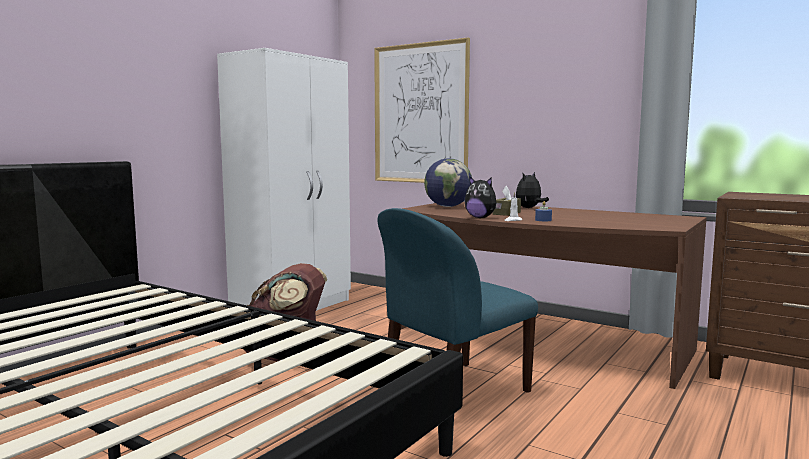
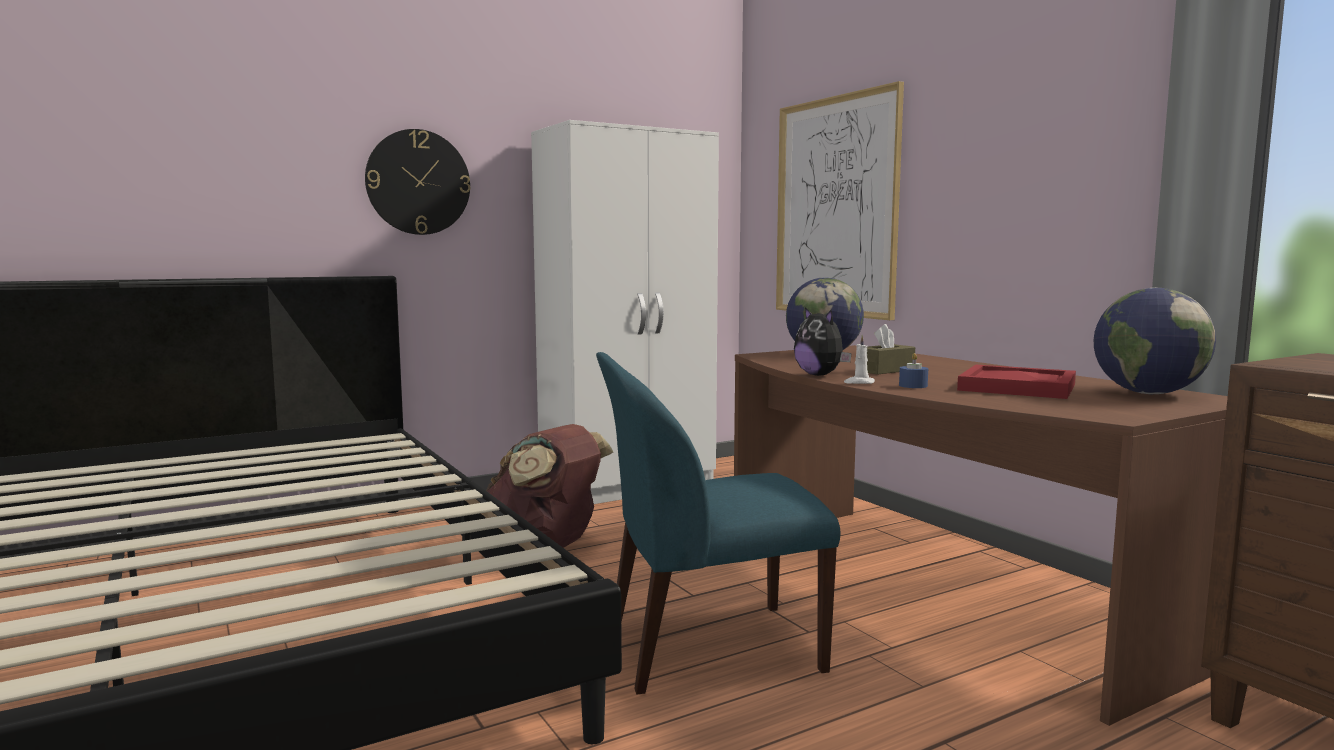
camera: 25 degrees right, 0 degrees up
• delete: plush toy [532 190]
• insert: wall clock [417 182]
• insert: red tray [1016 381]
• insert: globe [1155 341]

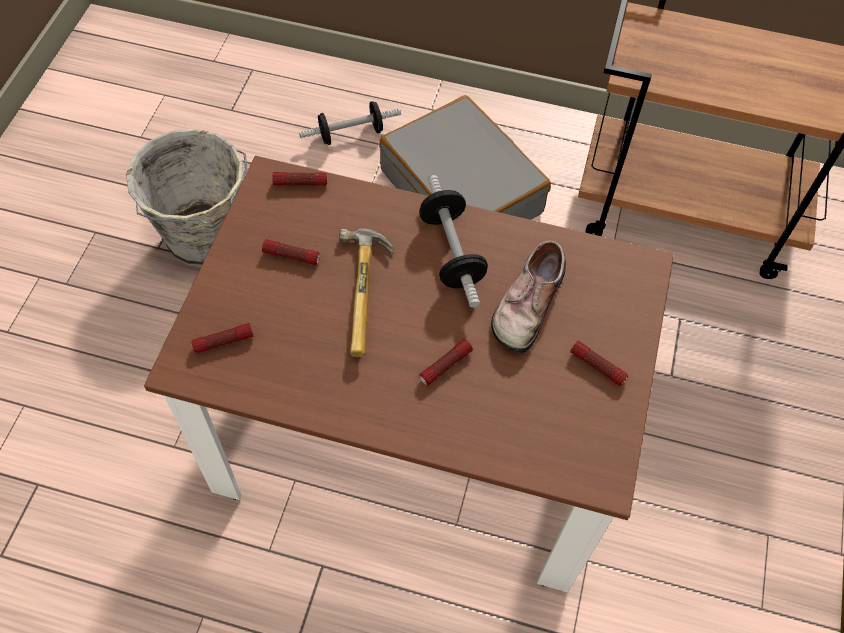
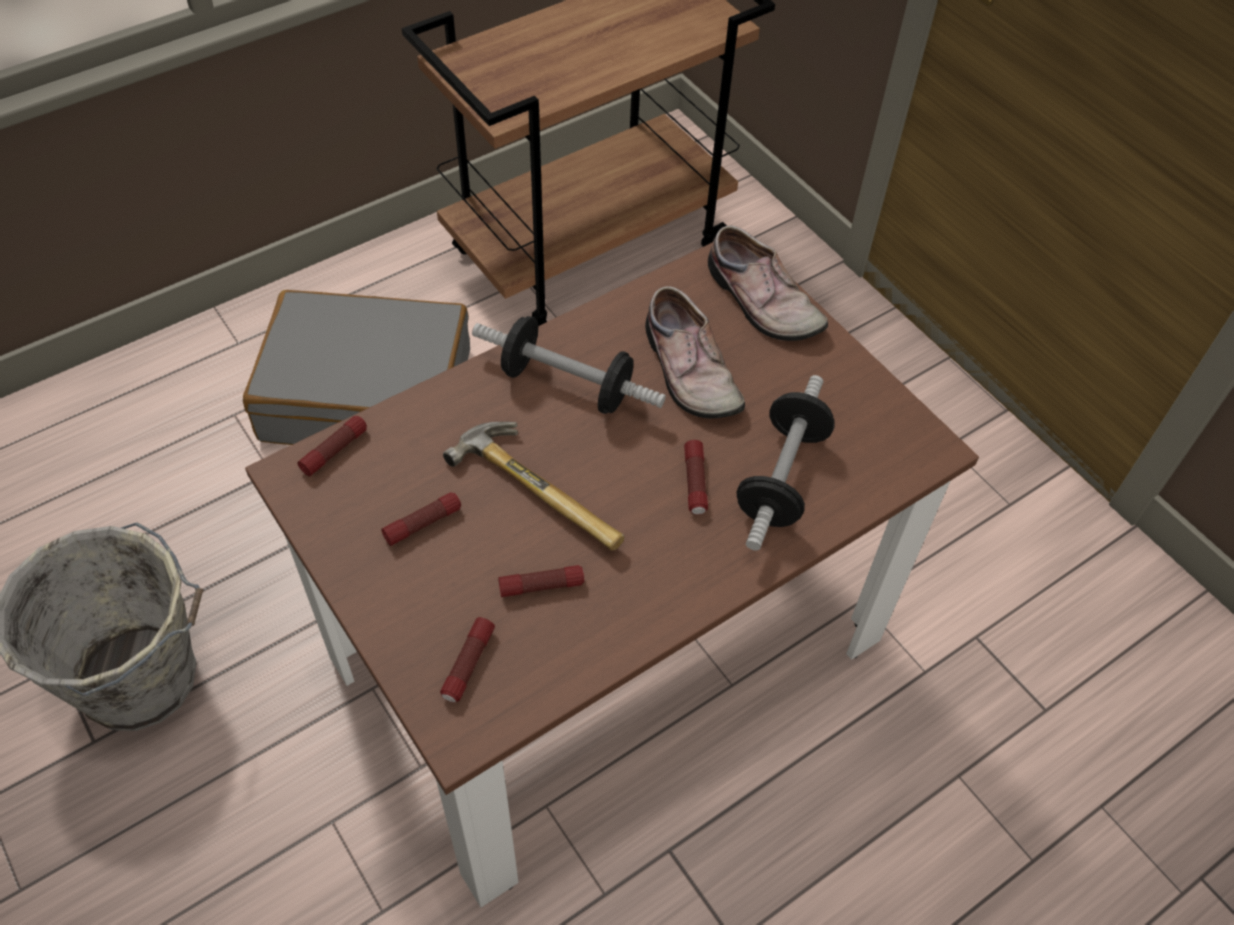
camera: 50 degrees left, 5 degrees down
• insert: shoe [768 283]
• move: dumbbell [350 123] to [786 463]
• move: flashlight [599 363] to [541 581]

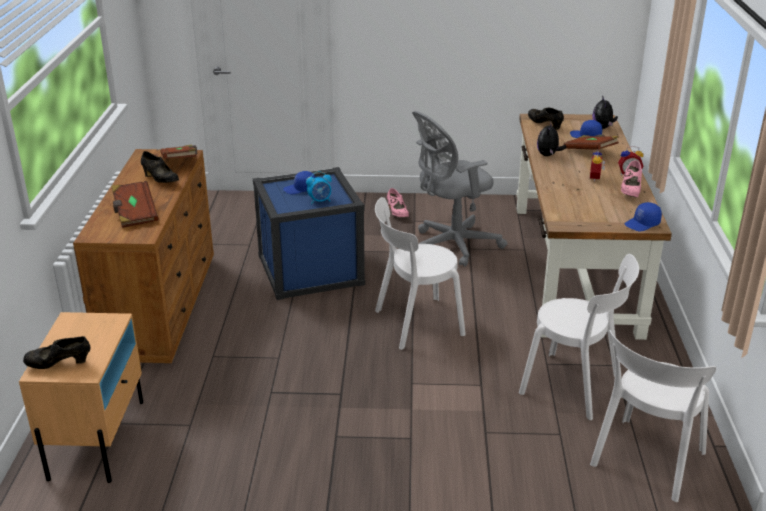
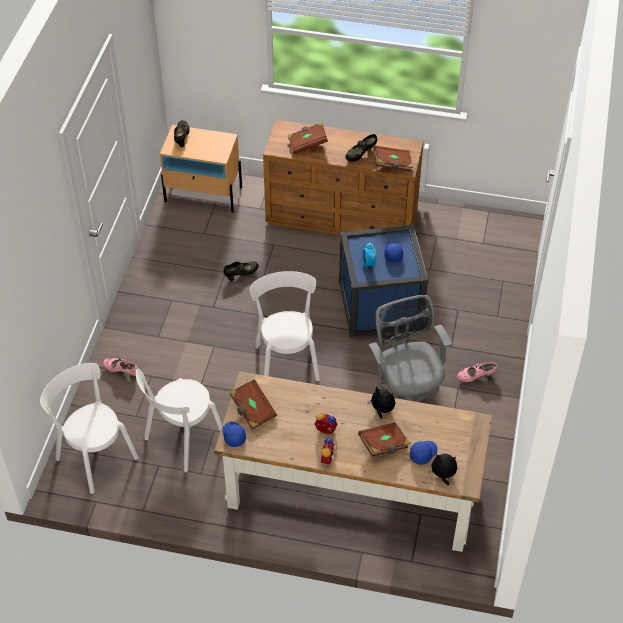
camera: 100 degrees right, 20 degrees up
• insert: brown book [253 404]
• move: black shoe [546 118] to [241 271]
• move: pink shoe [631 178] to [120 367]

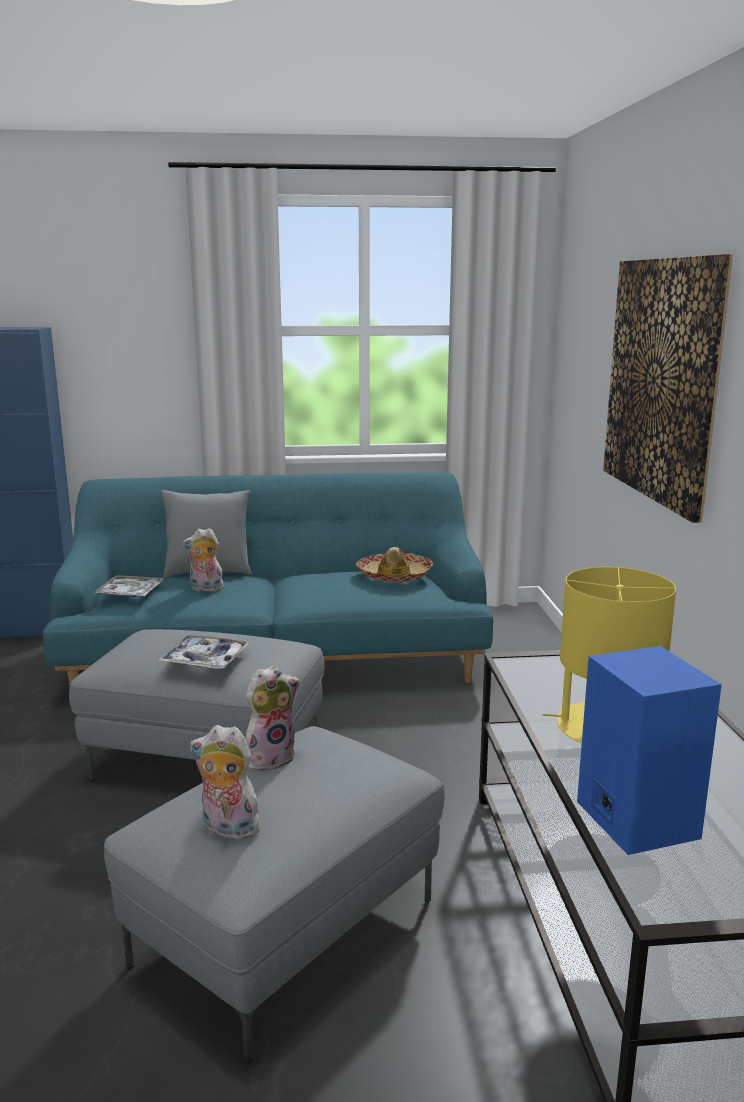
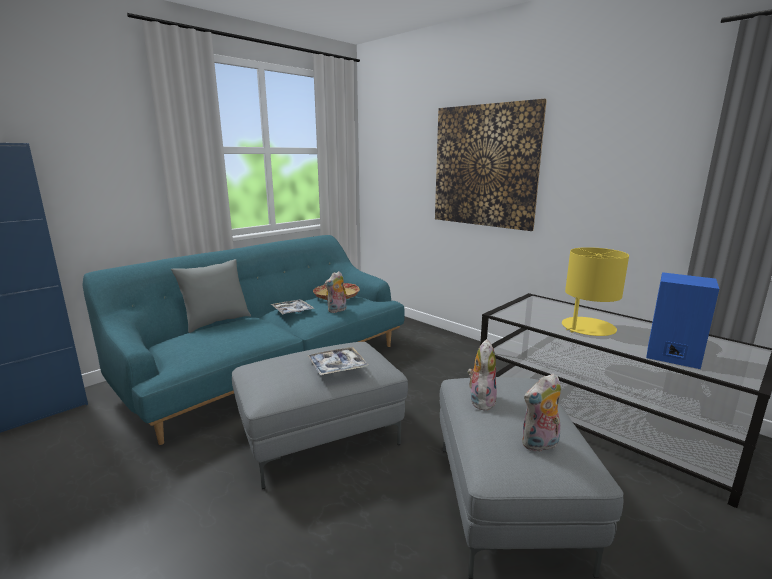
camera: 40 degrees left, 0 degrees up
• move: tray [128 586] to [293 306]
• move: plush toy [203 560] to [335 292]

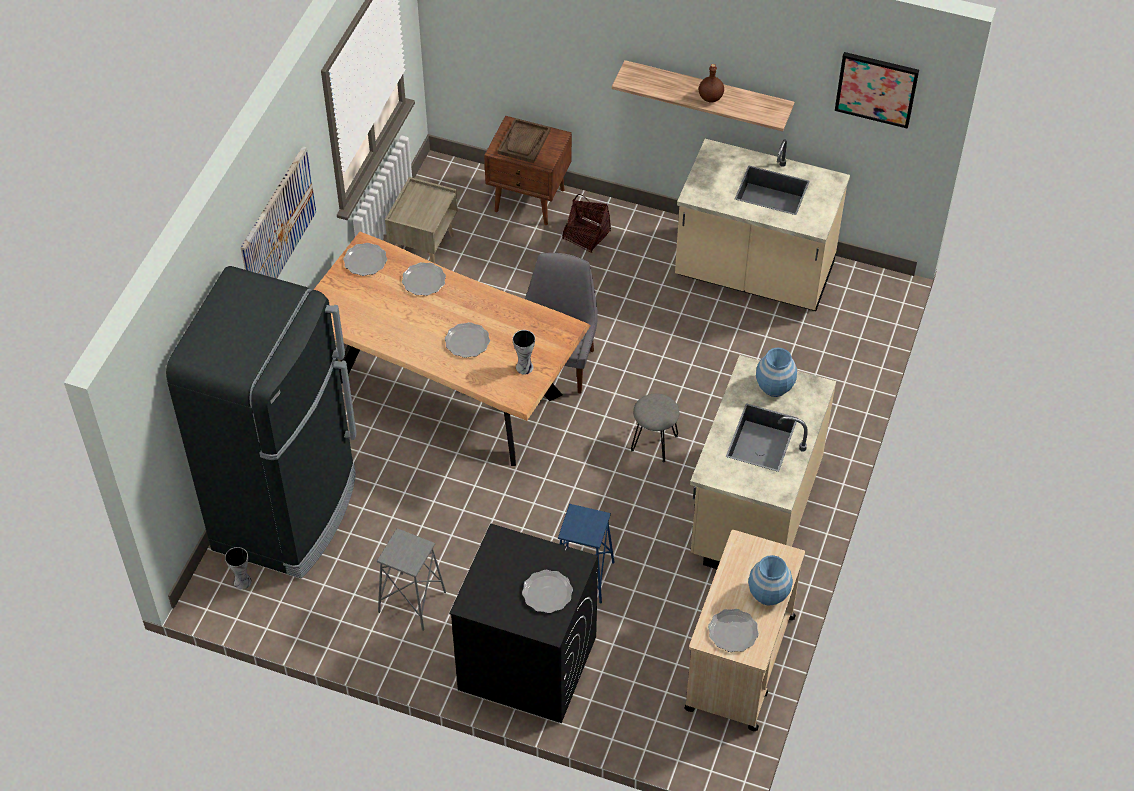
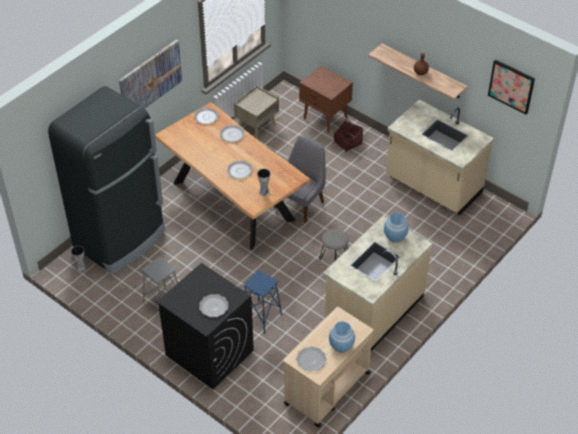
camera: 20 degrees right, 5 degrees down
• delete: brown tray [524 140]

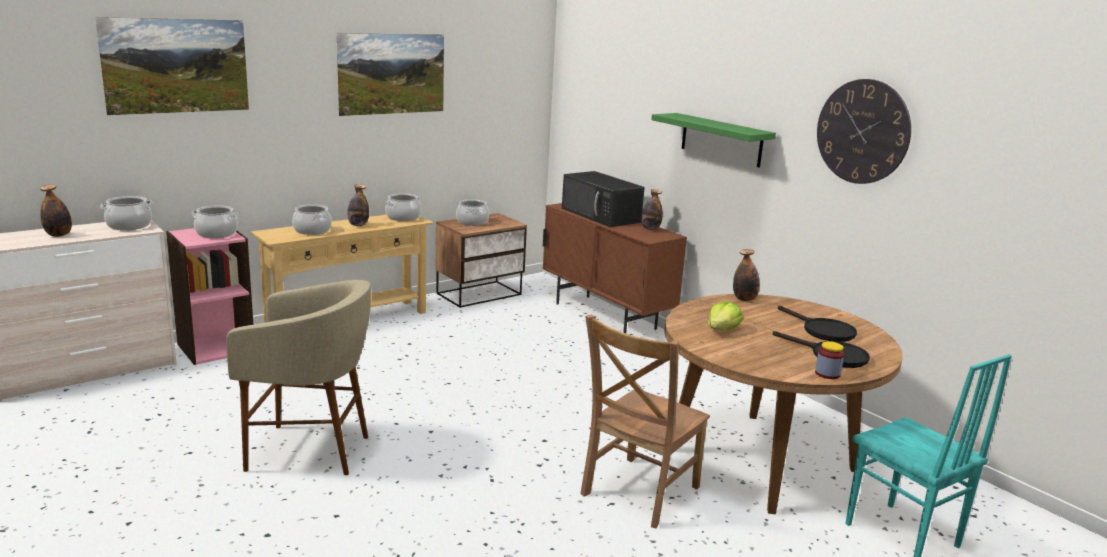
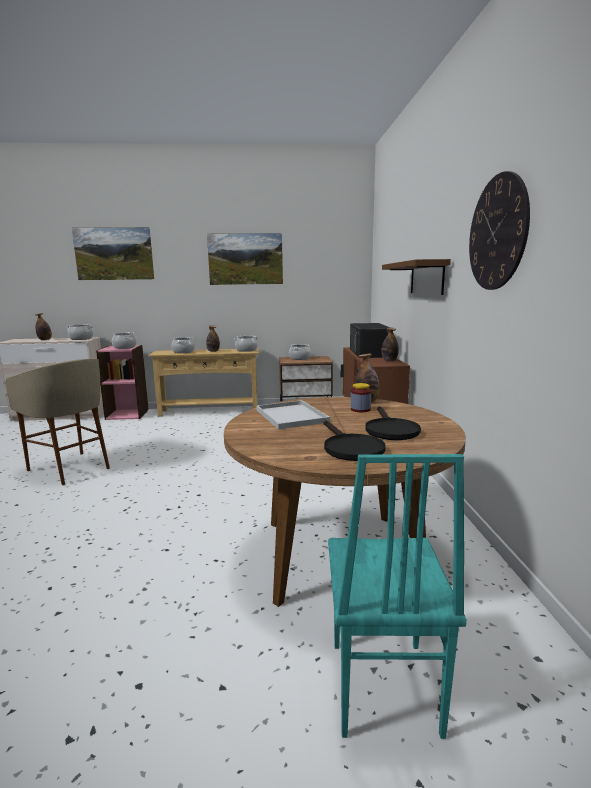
camera: 35 degrees right, 5 degrees down
• delete: brown chair [645 421]
• move: jar [829 360] to [361 397]
• replace: lettuce [725 316] to white tray [293 415]
• recolor: green shelf [713 140] to brown shelf [416 277]

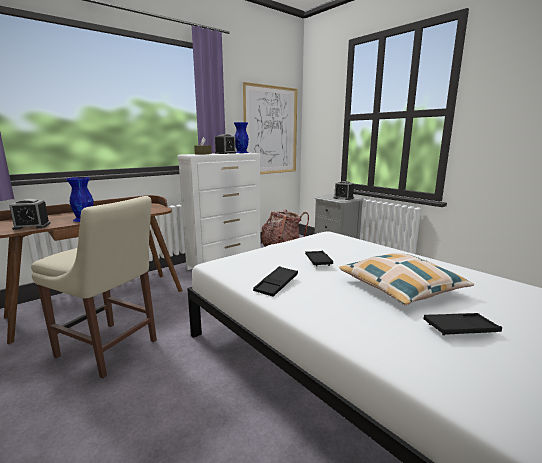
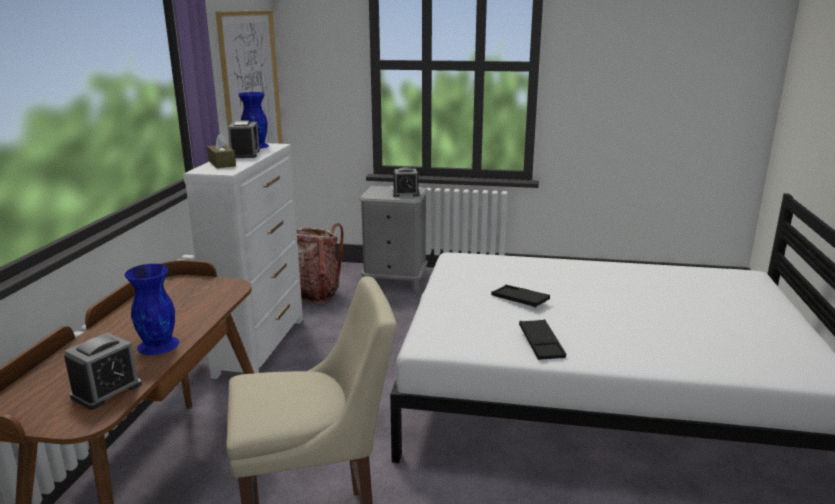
camera: 40 degrees left, 5 degrees up
• delete: pillow [406 279]
• delete: black tray [463 324]

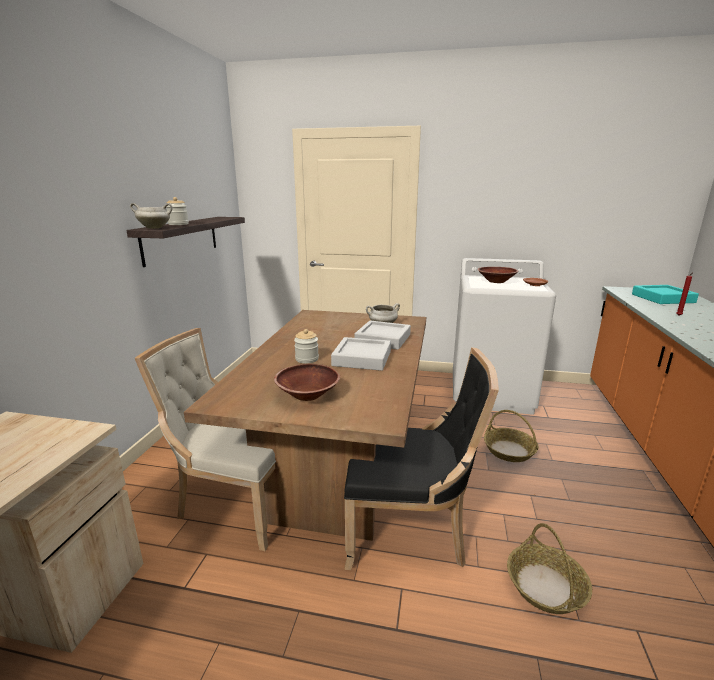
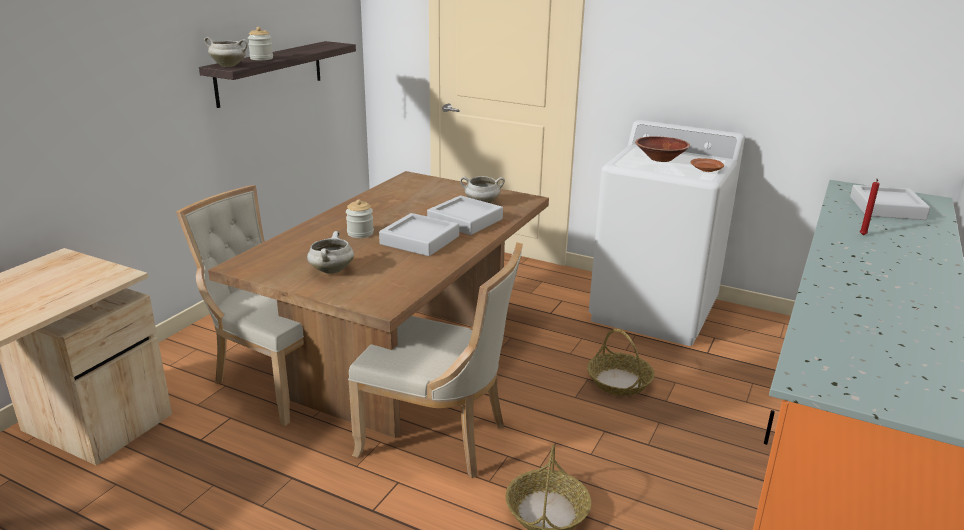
camera: 15 degrees right, 5 degrees up
• replace: brown bowl [307 382] to white cooking pot [330 252]
• recolor: black chair [421 458] to beige chair [435 360]
• recolor: turquoise tray [665 294] to grey tray [890 202]

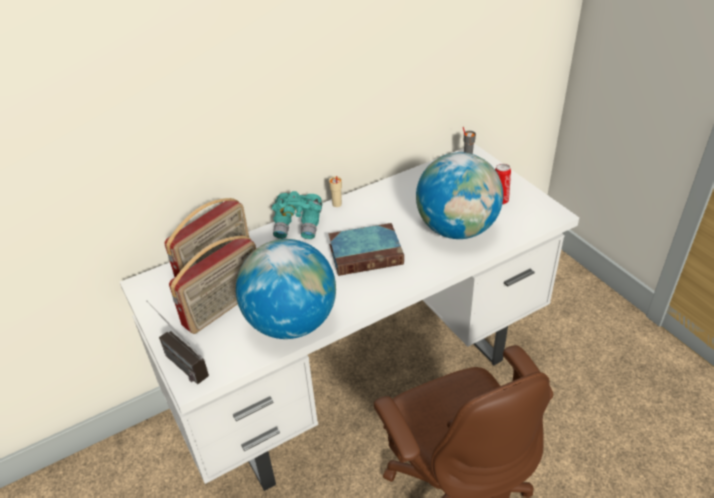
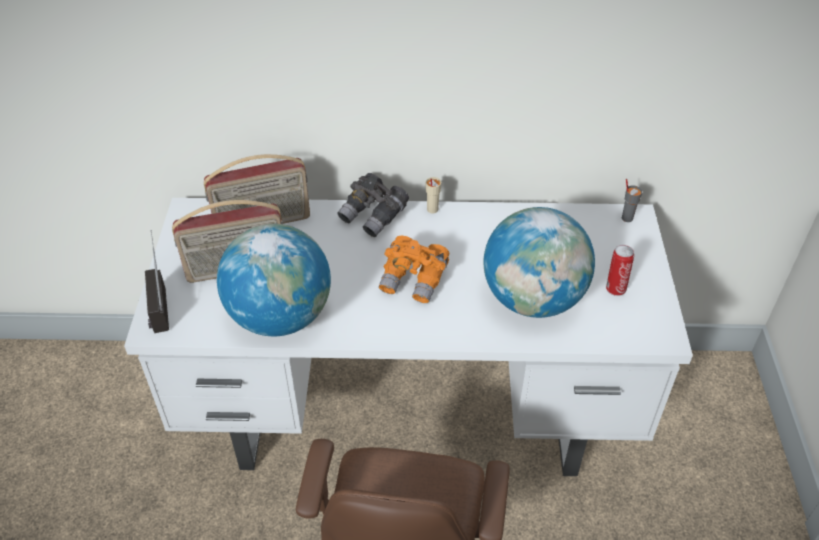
camera: 30 degrees right, 5 degrees up
• replace: book [366 249] to orange binoculars [414 269]
• recolor: turquoise binoculars [297 215] to grey binoculars [373 205]

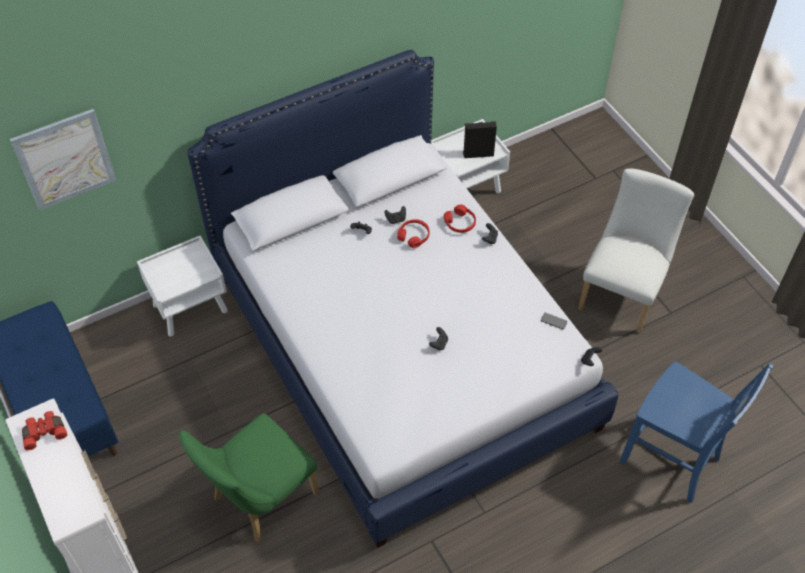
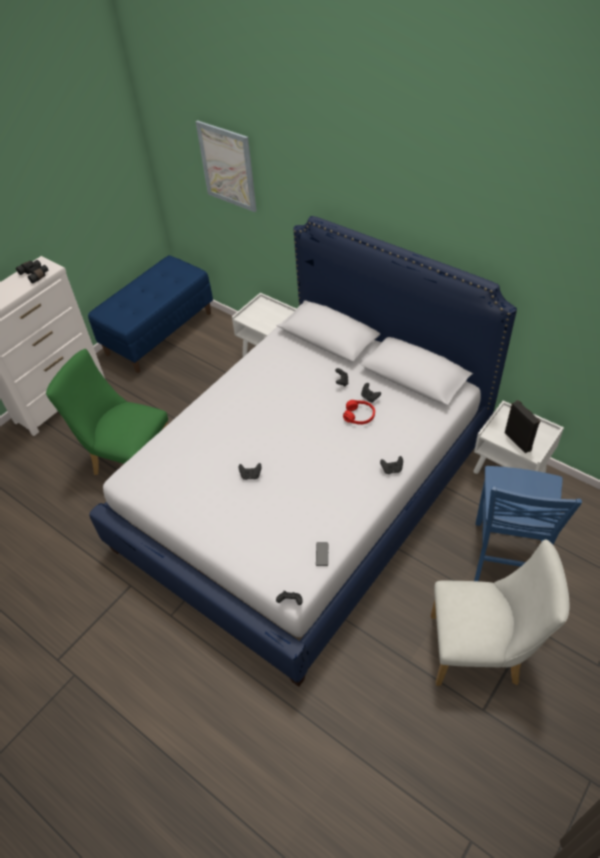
camera: 70 degrees right, 5 degrees down
• delete: red headphones [460 219]
• move: blue chair [696 432] to [528 523]
• recolor: red binoculars [44 431] to black binoculars [32 272]

